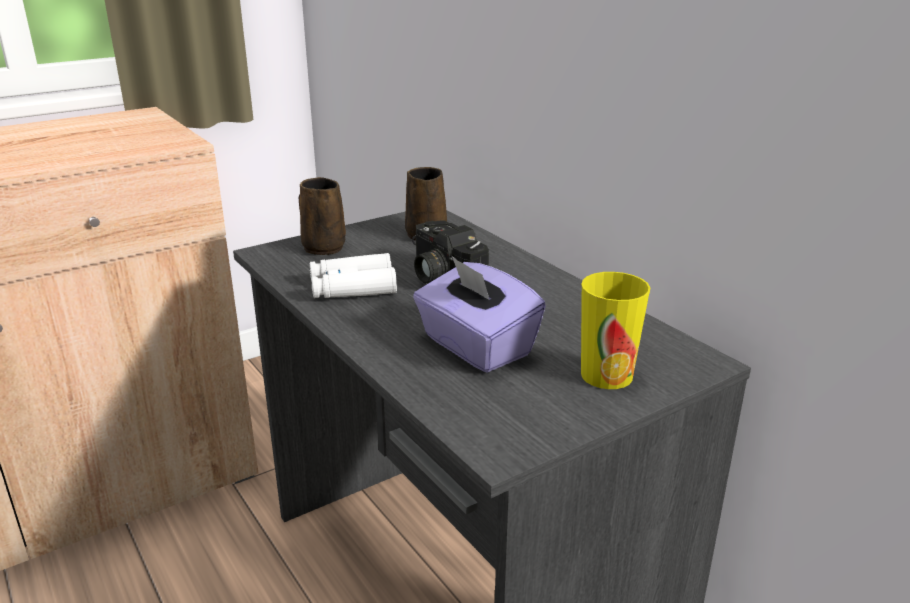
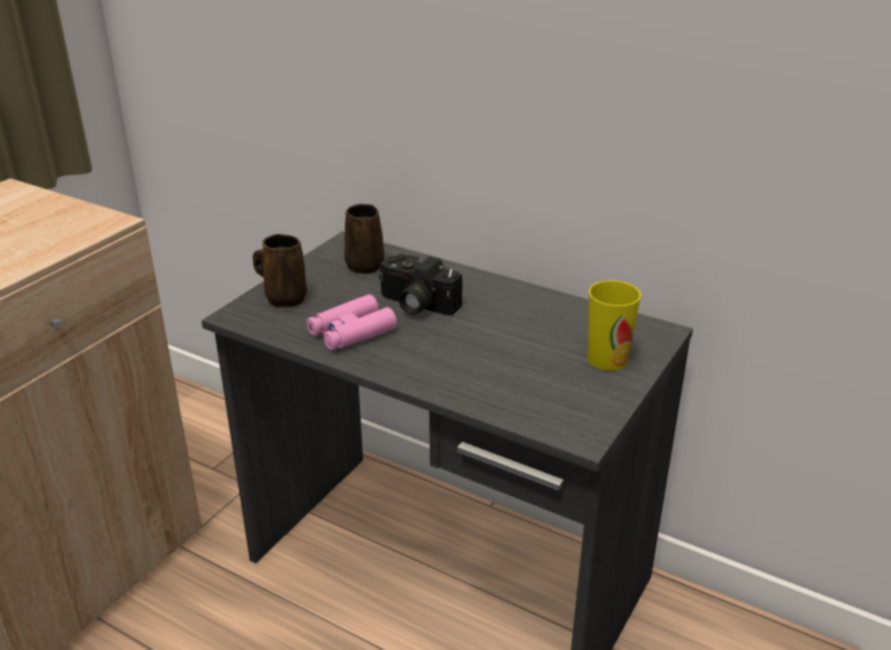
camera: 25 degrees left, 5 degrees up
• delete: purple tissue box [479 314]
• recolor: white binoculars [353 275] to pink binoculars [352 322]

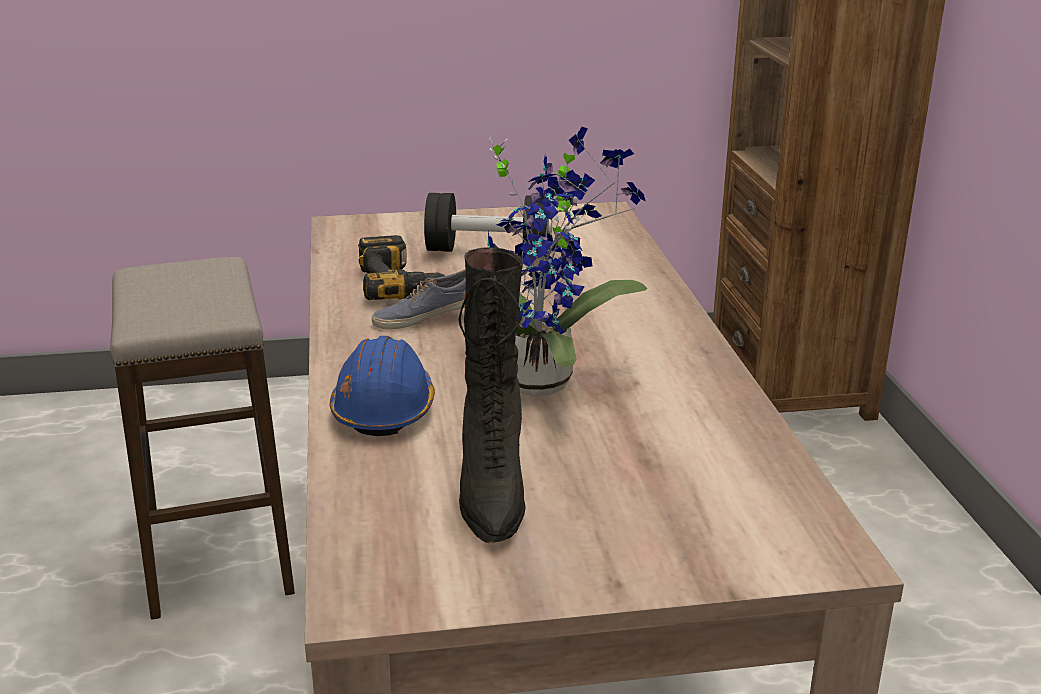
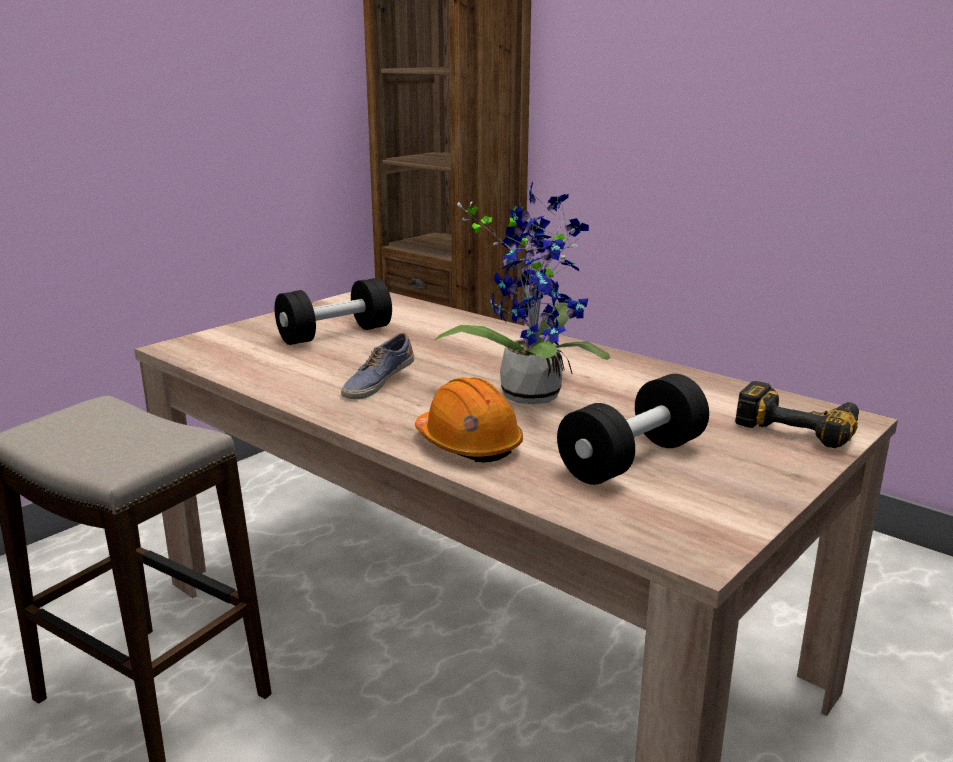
camera: 40 degrees left, 5 degrees down
• move: power drill [401 267] to [797 414]
• replace: black boot [492 395] to black dumbbell [633 429]
• recolor: blue hard hat [382 386] to orange hard hat [469 420]

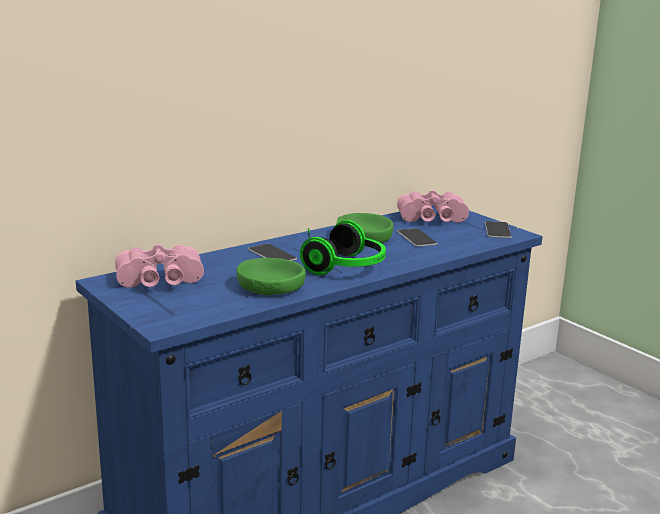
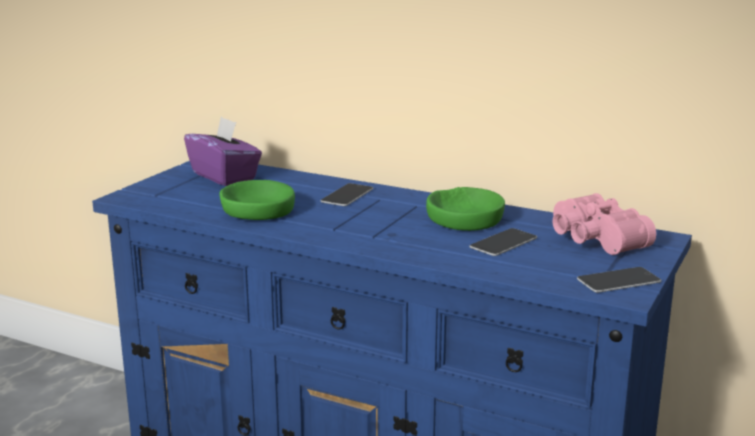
camera: 65 degrees right, 0 degrees up
• delete: headphones [343 247]
• replace: pink binoculars [159 266] to purple tissue box [223 151]

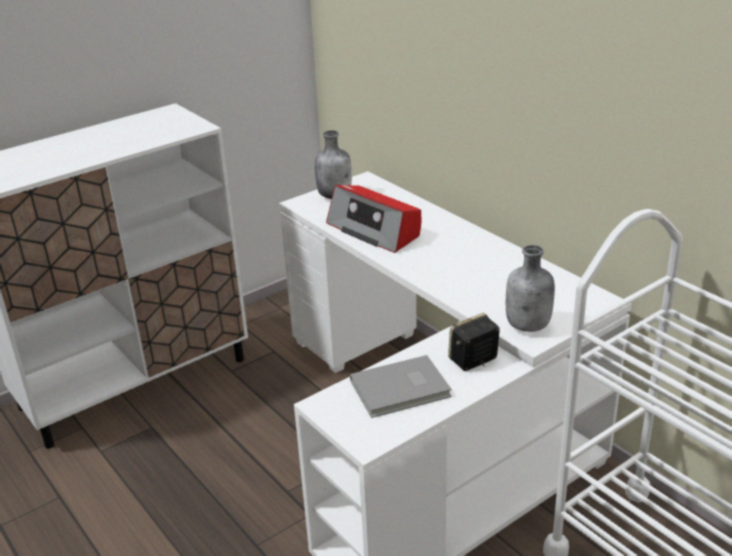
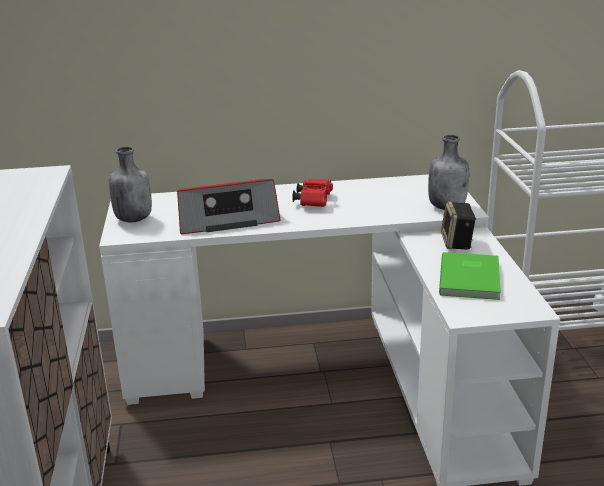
camera: 60 degrees left, 5 degrees down
• insert: red binoculars [312 193]
• recolor: grey book [401 386] to green book [470 276]

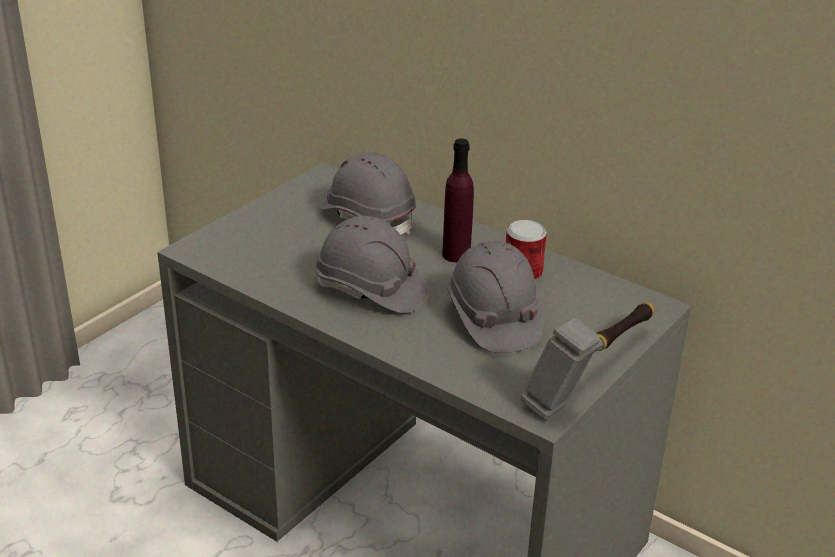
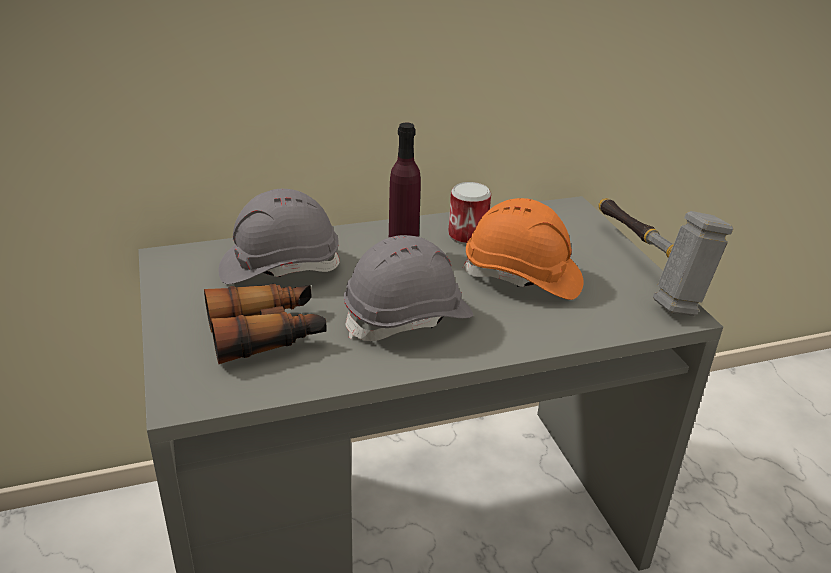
camera: 55 degrees left, 0 degrees up
• insert: binoculars [265 324]
• recolor: grey hard hat [495 297] to orange hard hat [523 249]

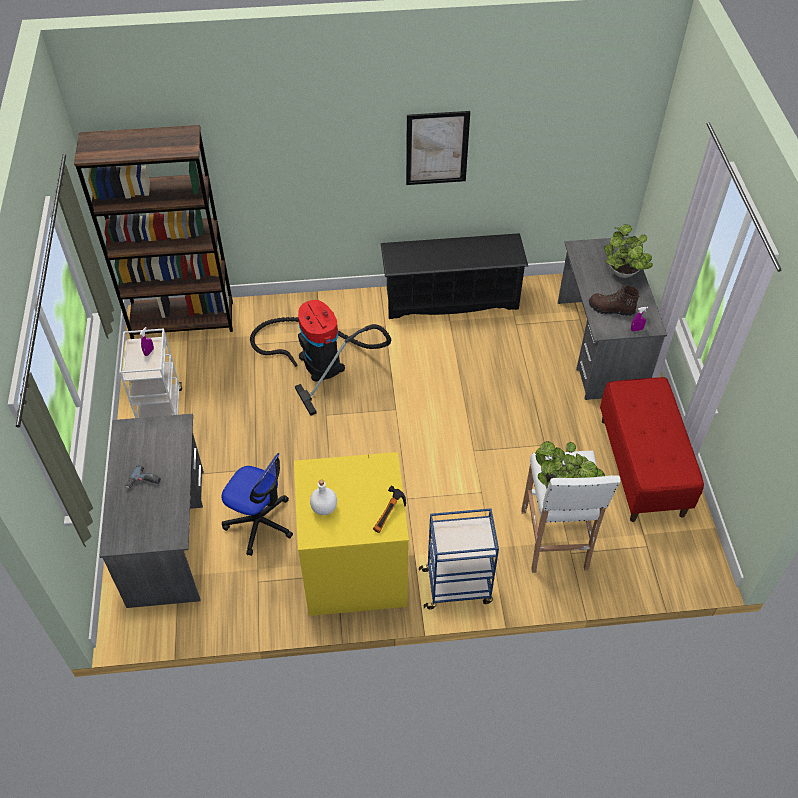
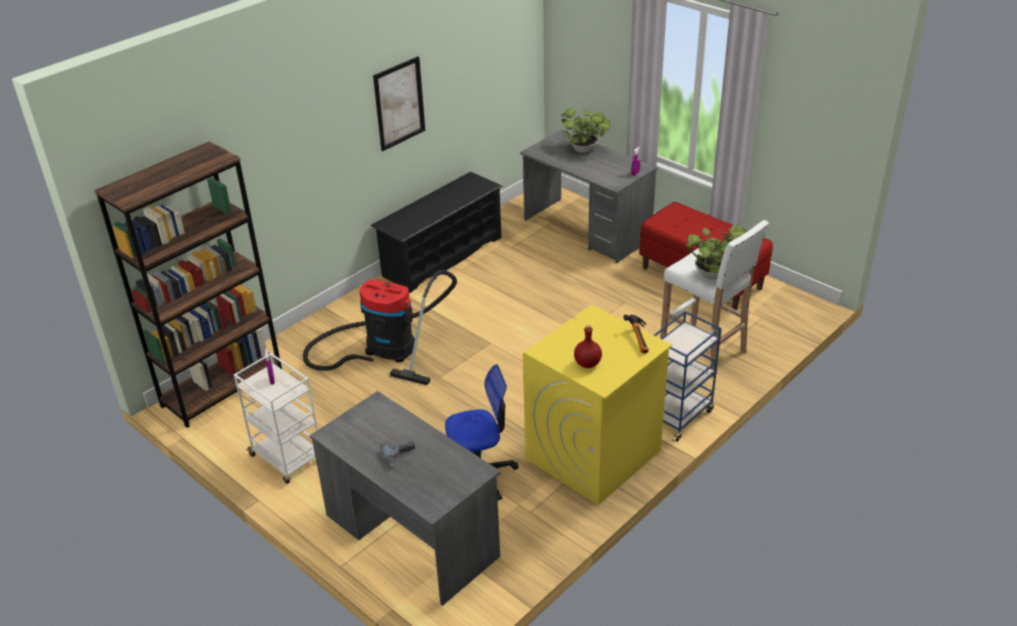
camera: 40 degrees left, 15 degrees down
• delete: brown boot [614 300]
• recolor: white bottle [323 497] to red bottle [588 346]

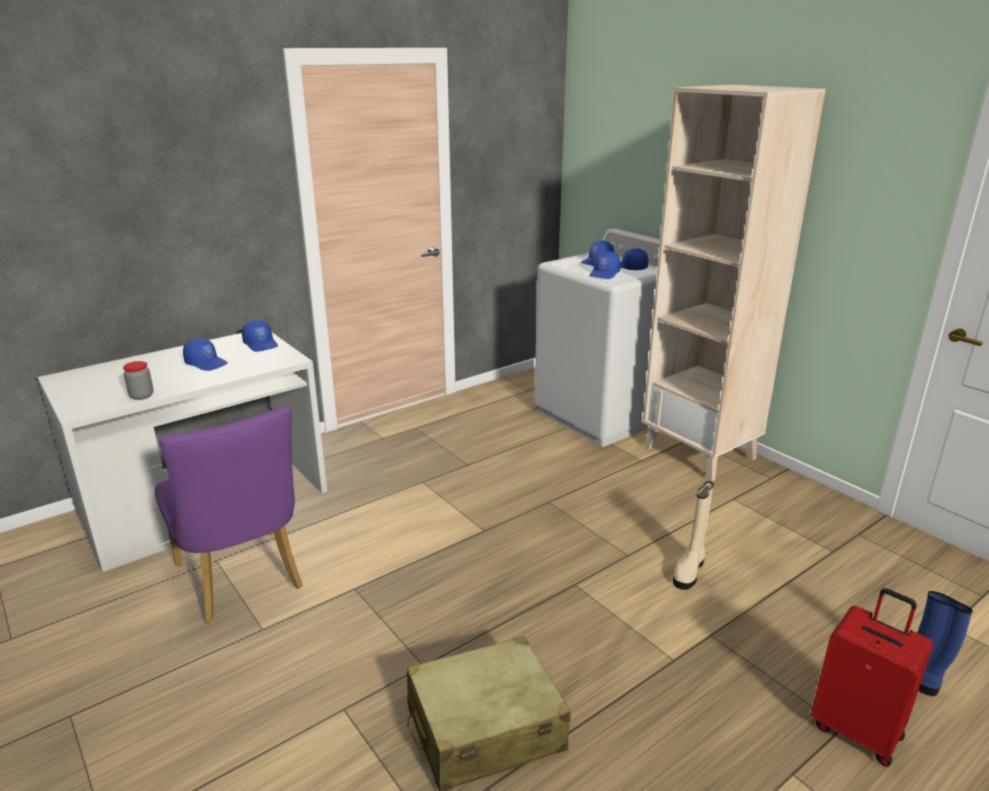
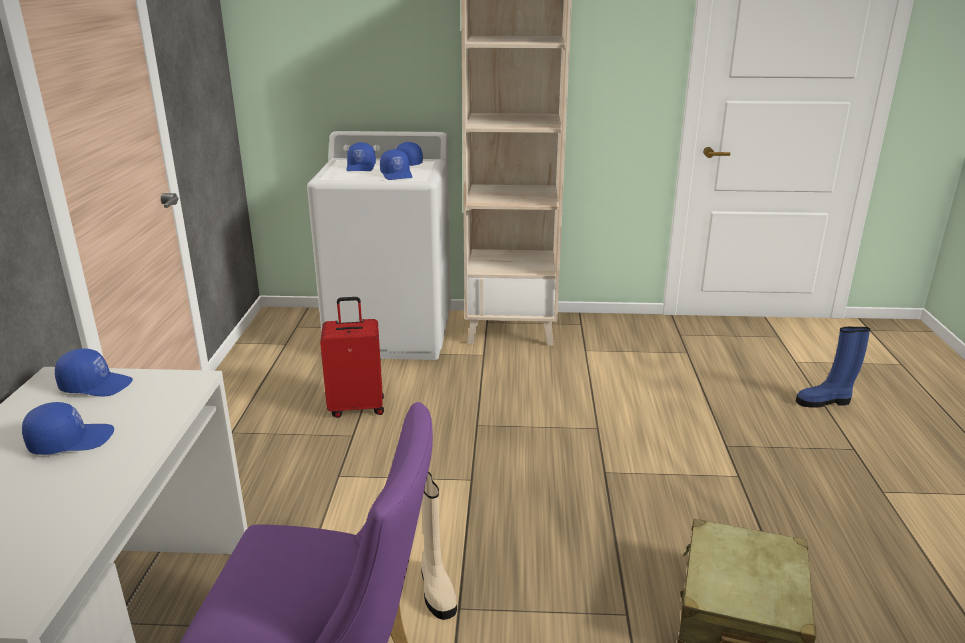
camera: 50 degrees left, 0 degrees up
• delete: jar [138 380]
• move: beige boot [693 535] to [439 545]
• move: red suitcase [872 677] to [352 357]

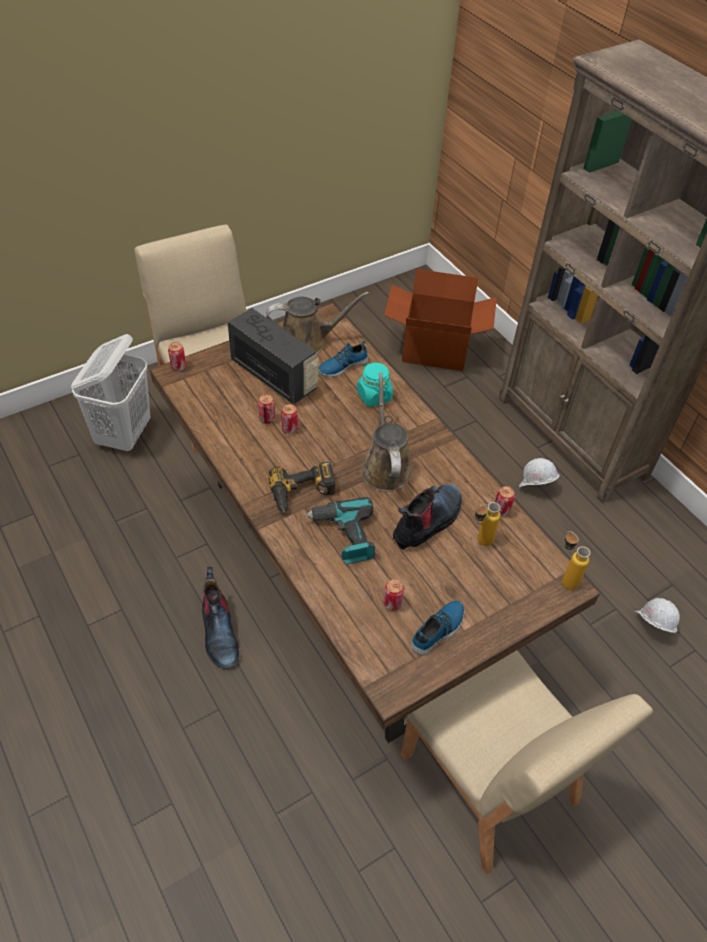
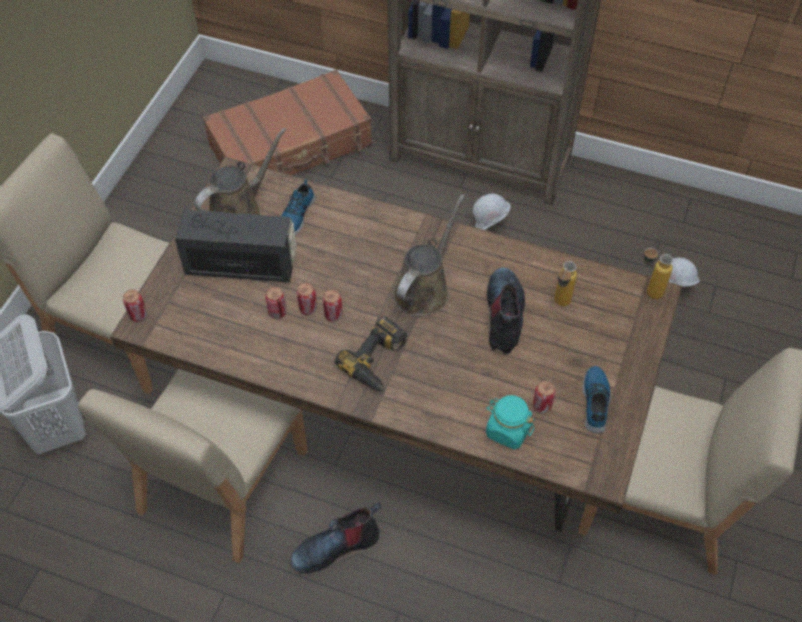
camera: 35 degrees left, 5 degrees up
• delete: power drill [339 530]
• insert: beige chair [193 466]
• move: turquoise jar [375 384] to [510 422]
• move: can [505 501] to [333 306]
• replace: cardboard box [440 320] to brown suitcase [287 122]
• rotate: boot [220 617] = [336 537] 120 degrees clockwise
• rotate: brown watering can [386 432] = [429 255] 75 degrees clockwise

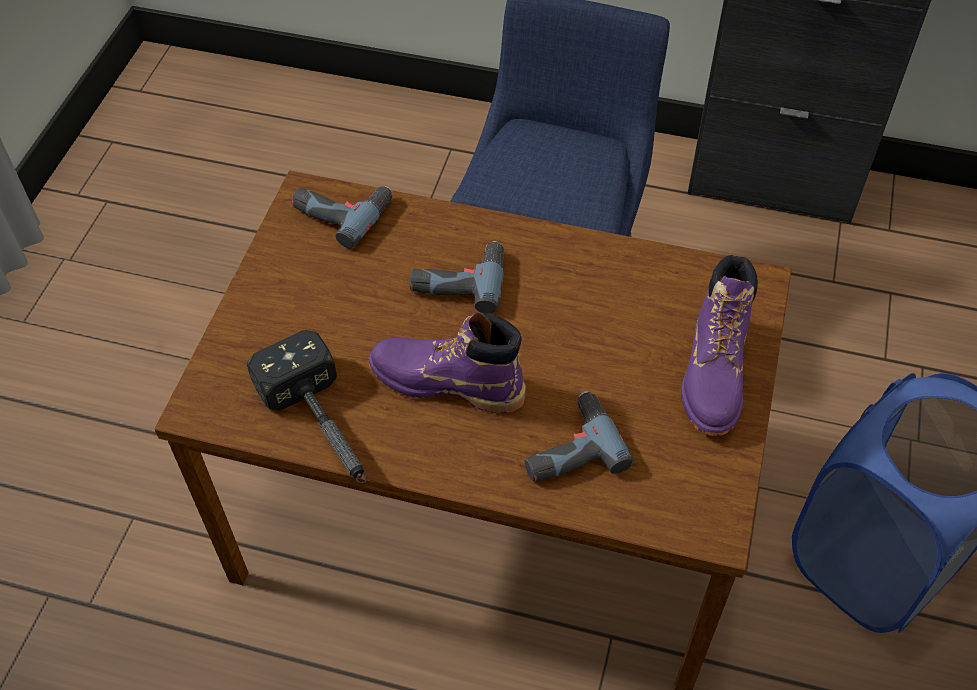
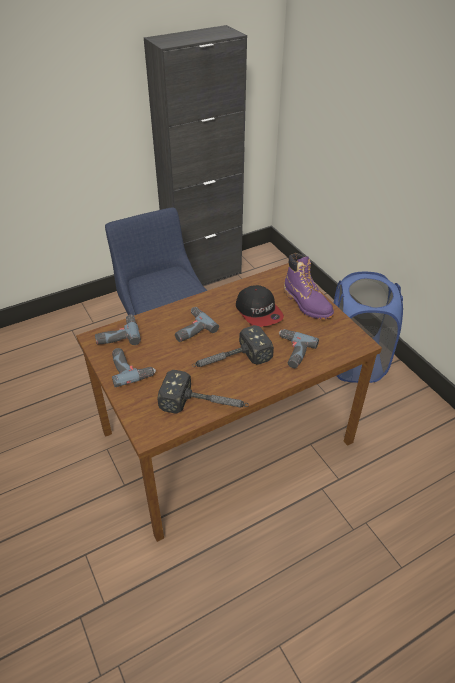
camera: 45 degrees left, 10 degrees down
• insert: power drill [134 367]
• insert: cap [260 306]
• replace: purple boot [447 362] to hammer [233 346]

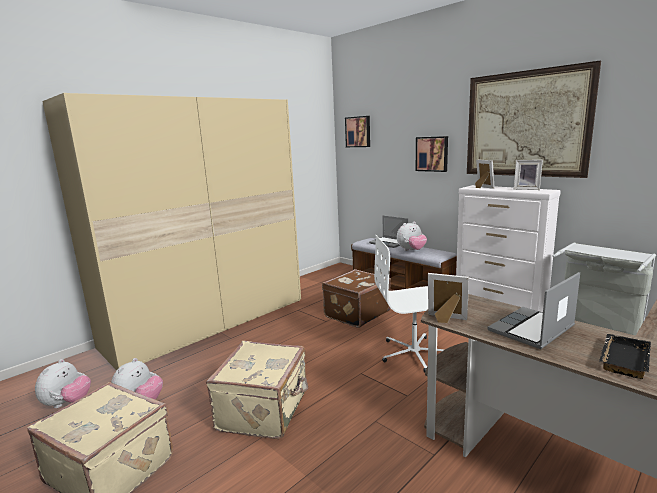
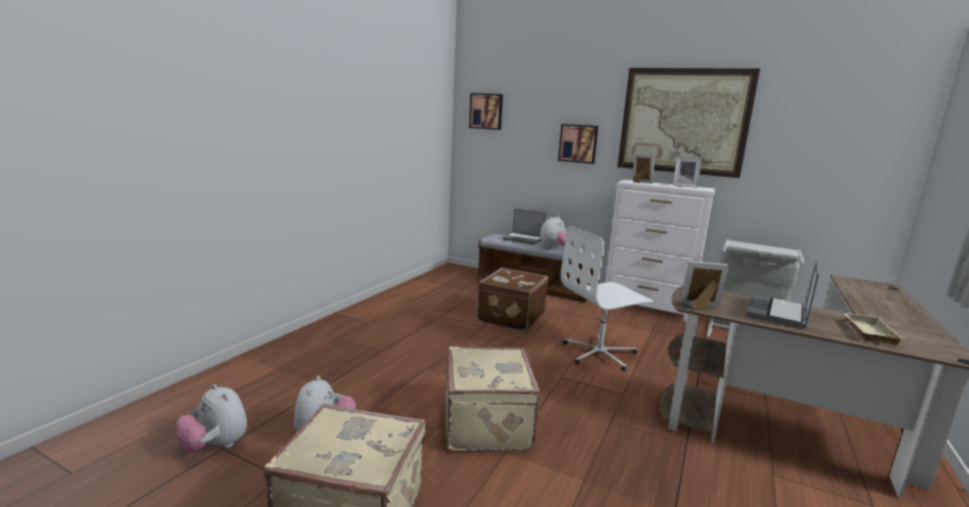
camera: 20 degrees left, 0 degrees up
• delete: beige wardrobe [171 231]
• recolor: black tray [625 356] to beige tray [873 329]
• rotate: plush toy [63 383] = [211 418] 135 degrees clockwise

